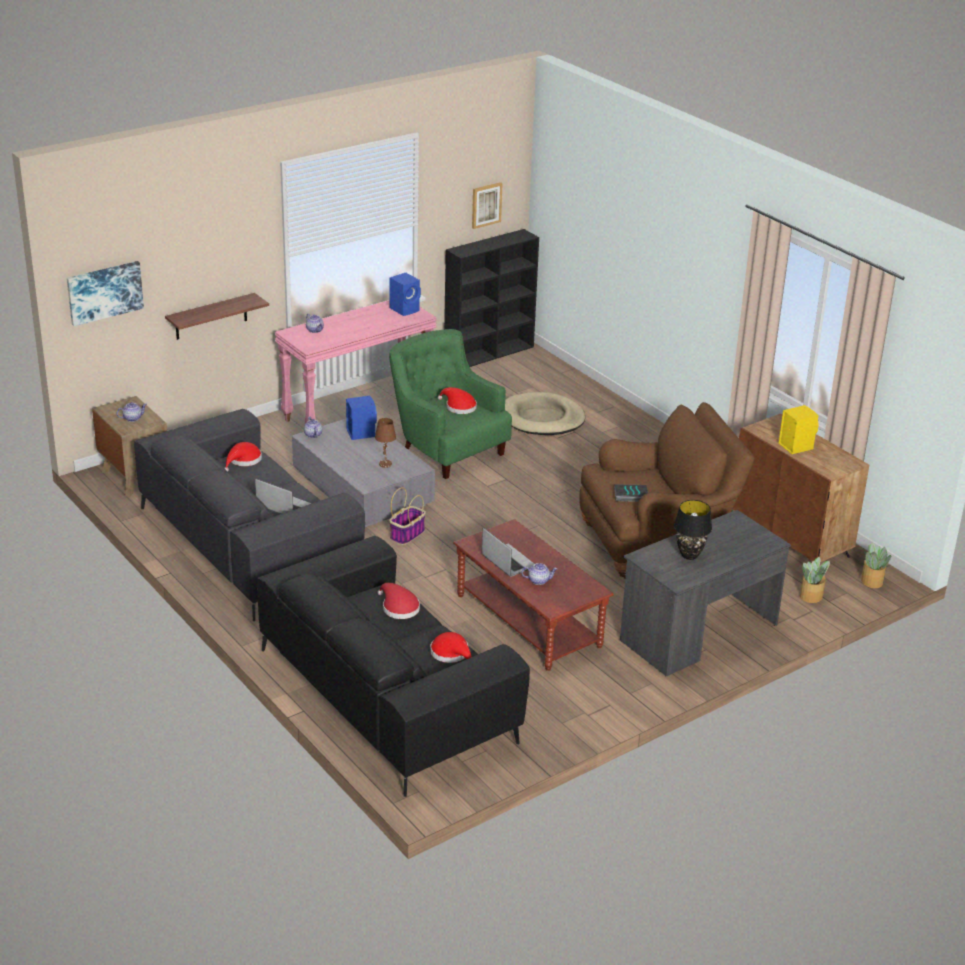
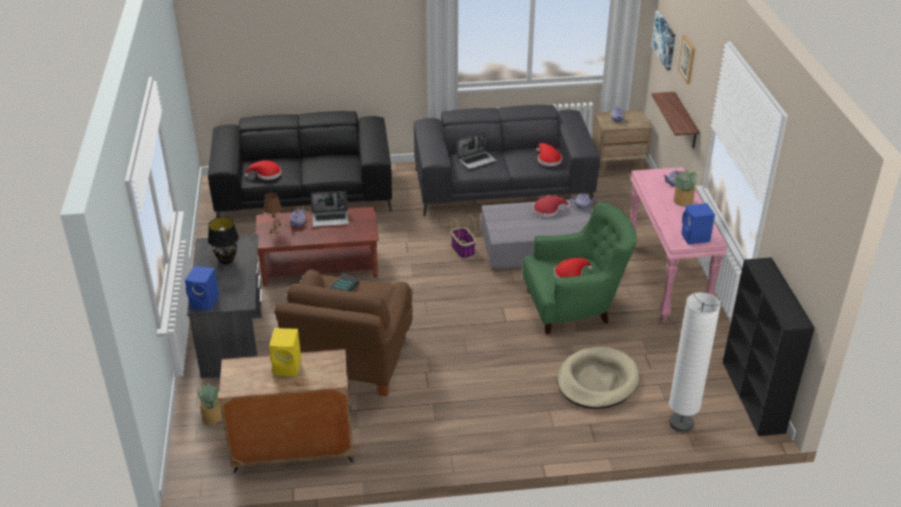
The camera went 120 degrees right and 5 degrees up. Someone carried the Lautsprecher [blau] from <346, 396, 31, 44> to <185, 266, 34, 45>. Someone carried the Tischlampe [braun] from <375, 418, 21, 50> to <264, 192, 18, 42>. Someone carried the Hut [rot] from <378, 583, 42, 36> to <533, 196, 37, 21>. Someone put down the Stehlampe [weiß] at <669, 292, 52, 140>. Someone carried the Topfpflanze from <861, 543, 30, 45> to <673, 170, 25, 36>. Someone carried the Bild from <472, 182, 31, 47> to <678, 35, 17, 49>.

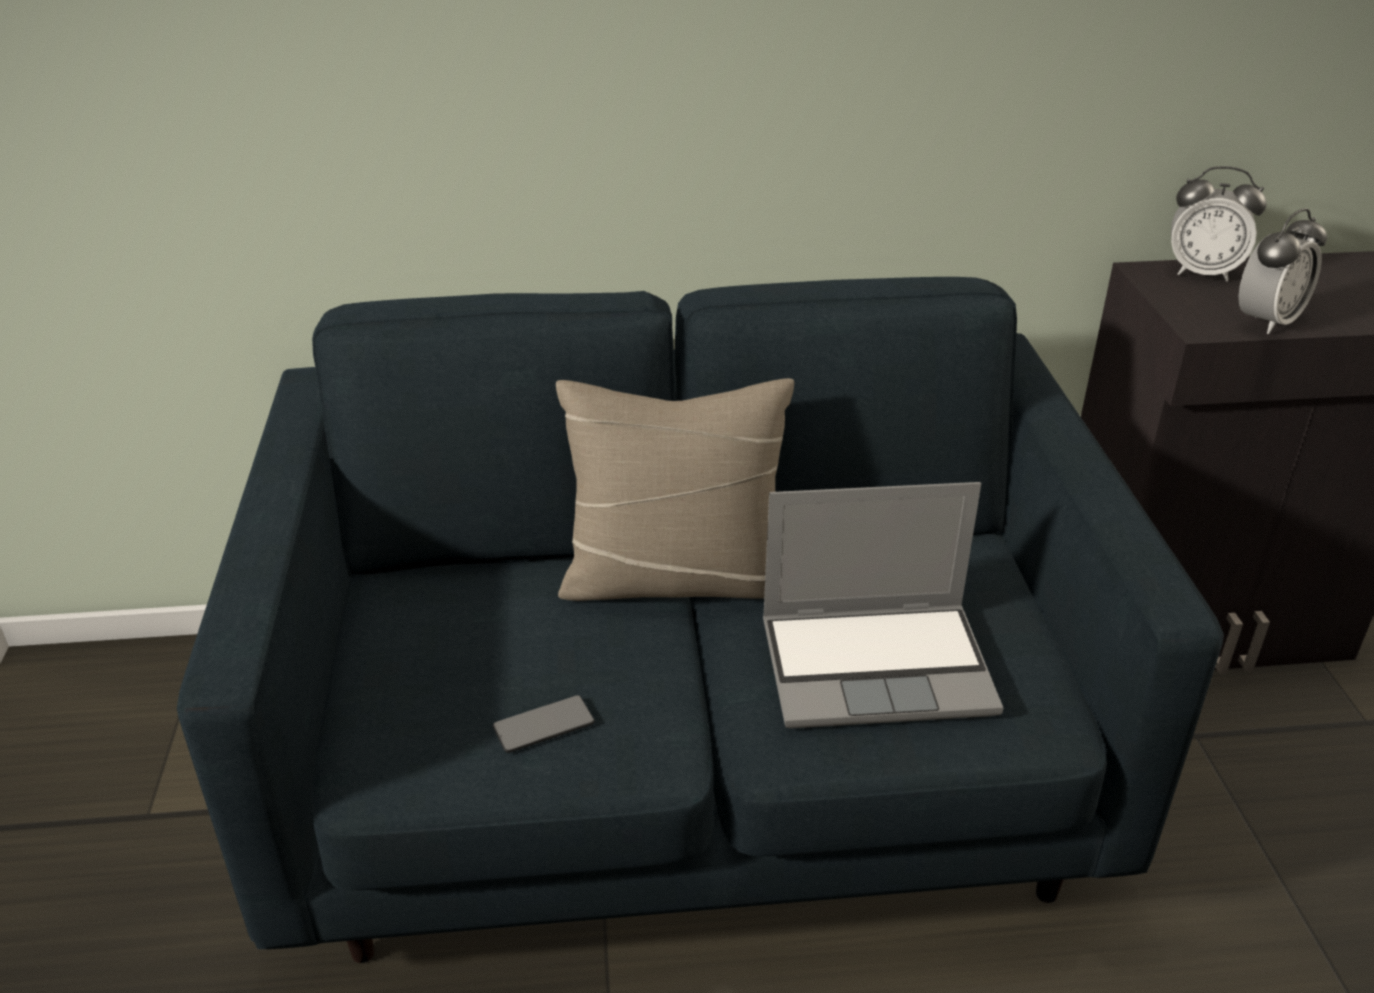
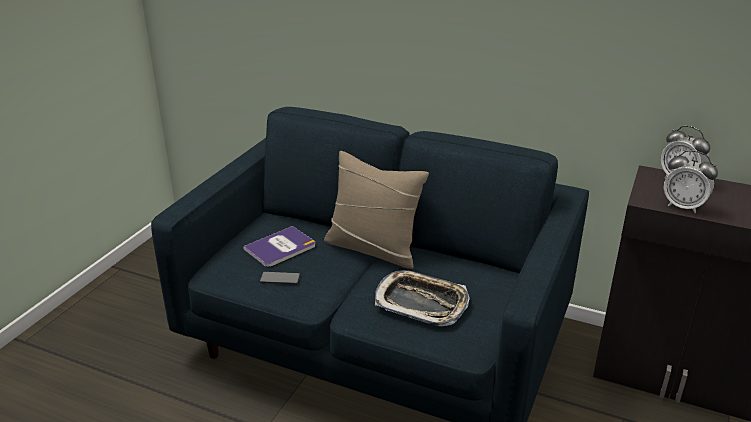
The camera went 30 degrees right and 5 degrees down. Someone put down the Buch at <243, 226, 72, 41>. Someone swapped the Laptop at <763, 482, 240, 246> for the Tablett at <375, 270, 95, 56>. Someone rotated the Wecker at <1239, 208, 88, 126> by 45 degrees clockwise.

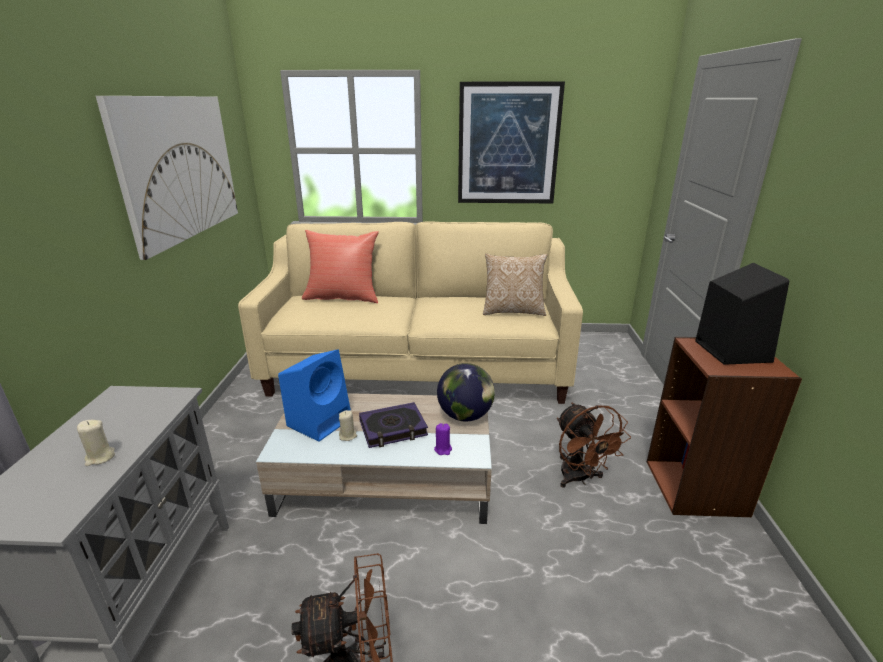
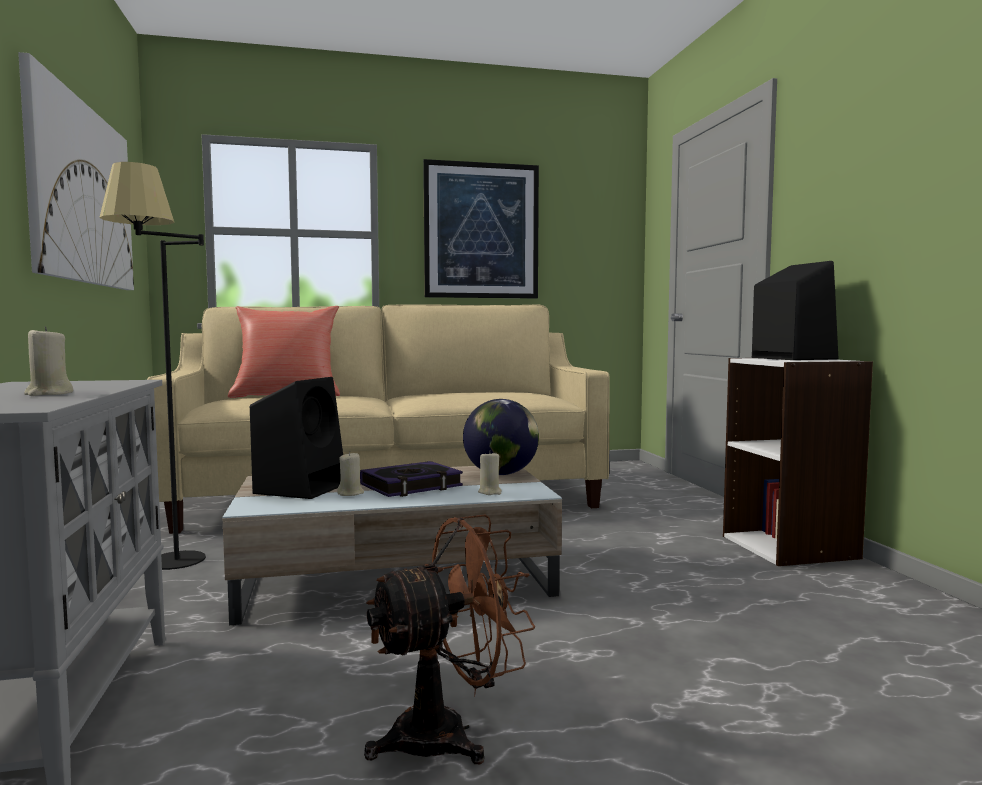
The camera went 15 degrees left and 20 degrees down. Someone put down the Stehlampe [schwarz] at <99, 162, 107, 408>. Someone repainted the Lautsprecher [blau] at <278, 349, 73, 93>, which became the Lautsprecher [schwarz] at <250, 377, 93, 122>. Someone repainted the Kerze [lila] at <434, 423, 18, 32>, which became the Kerze [beige] at <478, 451, 24, 44>. Someone repainted the Bücherregal [braun] at <647, 337, 155, 180>, which became the Bücherregal [weiß] at <723, 358, 150, 208>. Someone took away the Kissen at <483, 254, 65, 62>. Someone took away the Ventilator [braun] at <557, 403, 74, 85>.

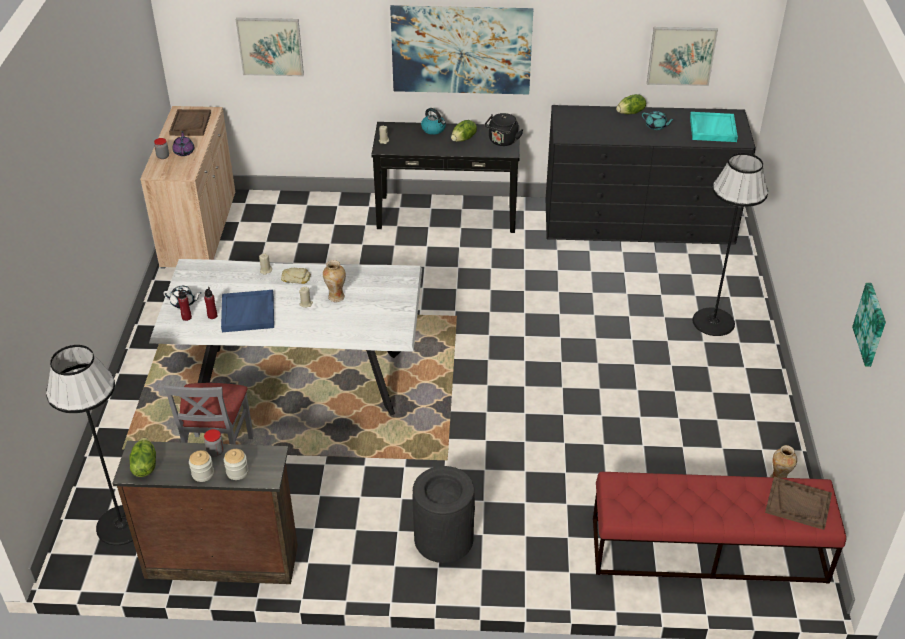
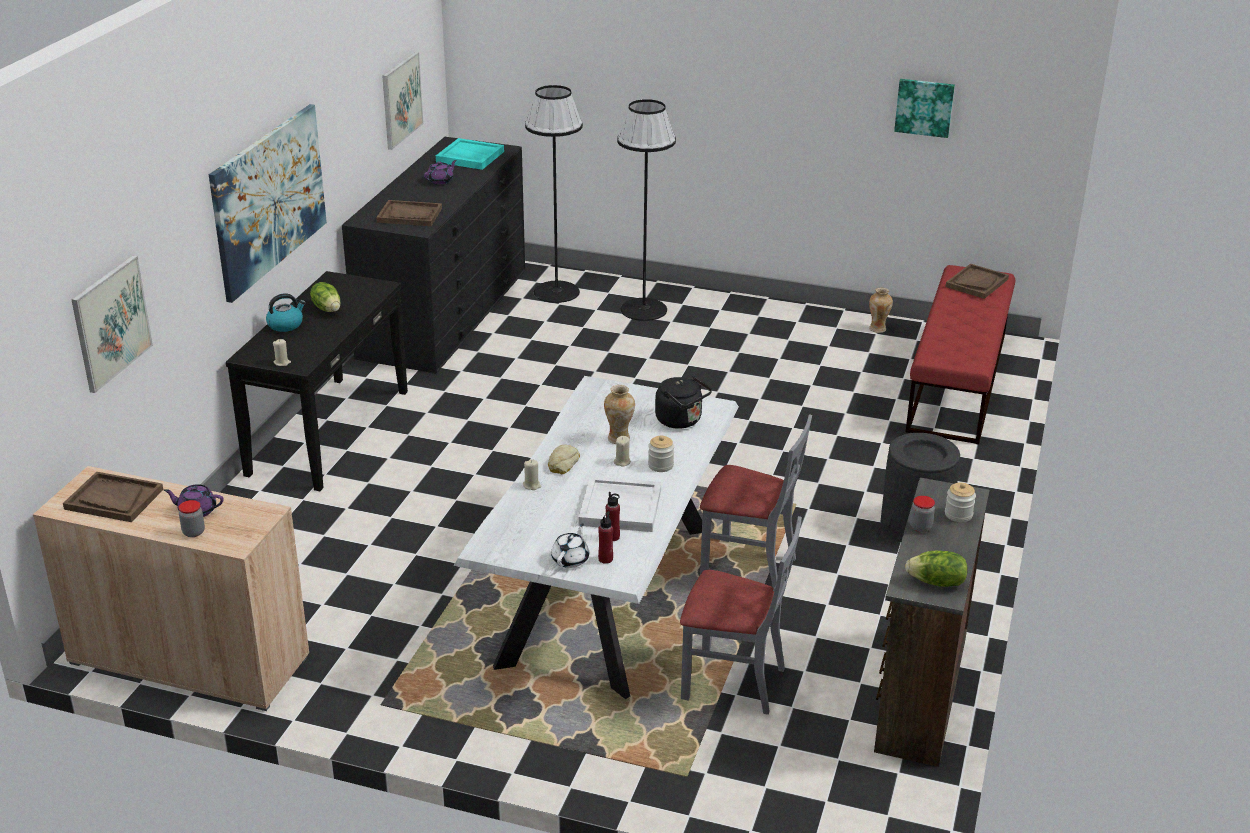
The camera went 75 degrees left and 10 degrees down. Someone put down the Tablett [braun] at <376, 200, 66, 26>. Someone repainted the Teekanne [türkis] at <642, 111, 33, 19>, which became the Teekanne [lila] at <424, 160, 33, 24>. Someone carried the Stehlampe [schwarz] from <46, 345, 87, 200> to <525, 85, 58, 218>. Someone repainted the Tablett [blau] at <221, 290, 53, 42>, which became the Tablett [weiß] at <578, 476, 83, 56>. Someone carried the Vorratsglas from <189, 450, 25, 32> to <648, 436, 26, 36>. Someone carried the Wasserkessel [schwarz] from <485, 113, 38, 33> to <655, 376, 57, 53>. Someone put down the Stuhl [grau] at <700, 414, 112, 174>. Someone took away the Salatkopf at <616, 94, 30, 20>.

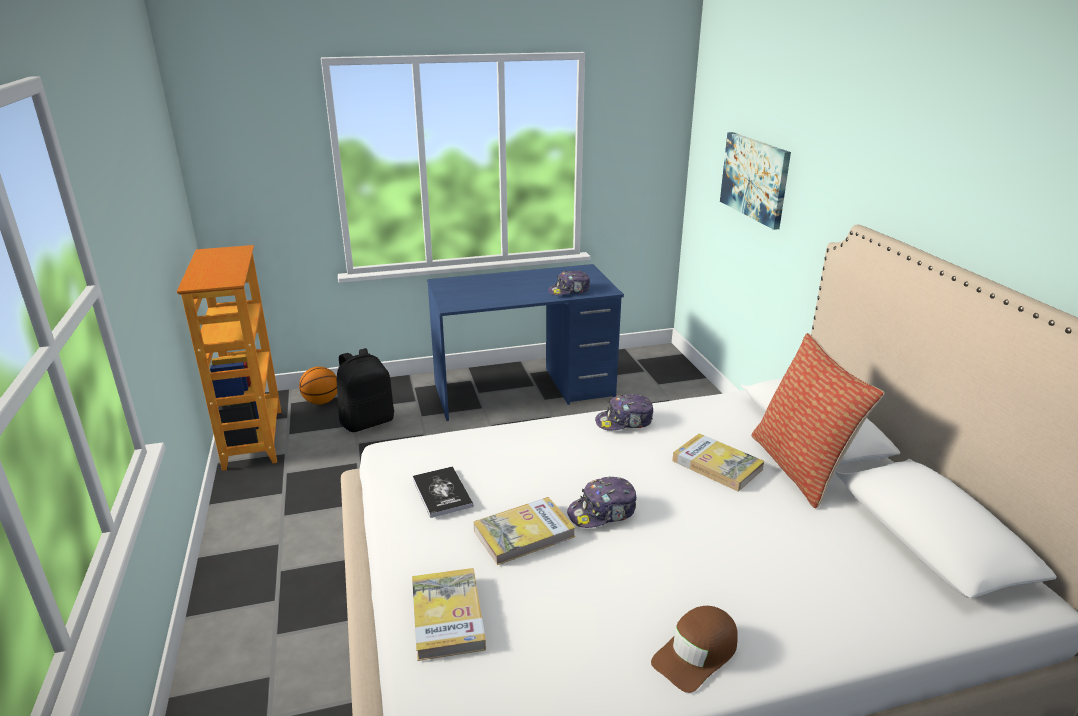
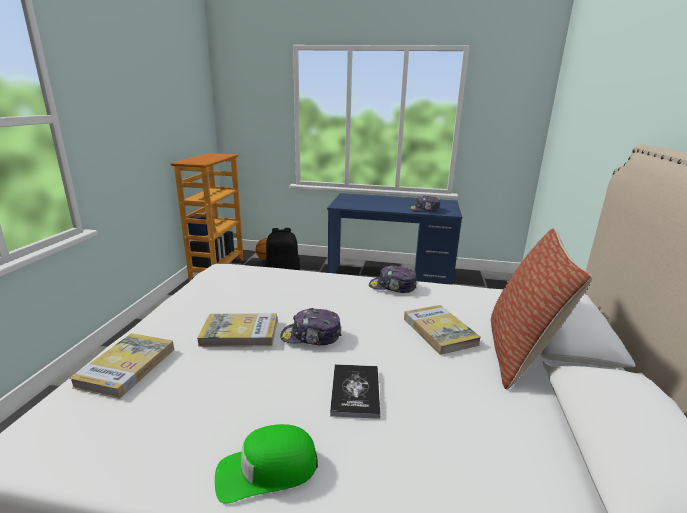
The camera went 25 degrees right and 5 degrees down. Someone repainted the Kappe [braun] at <651, 606, 87, 87>, which became the Kappe [grün] at <215, 424, 103, 80>. Someone carried the Buch from <413, 466, 60, 52> to <330, 364, 50, 55>. Someone took away the Bild at <720, 132, 71, 98>.

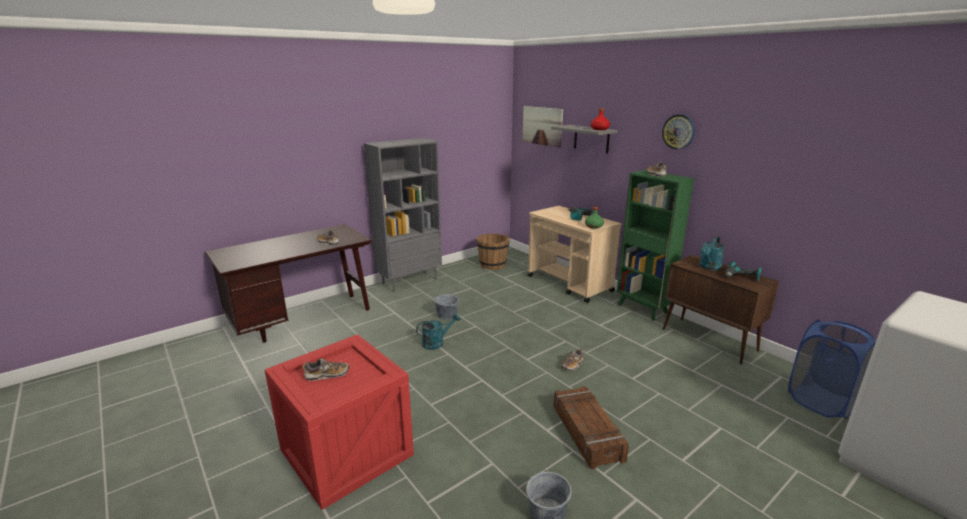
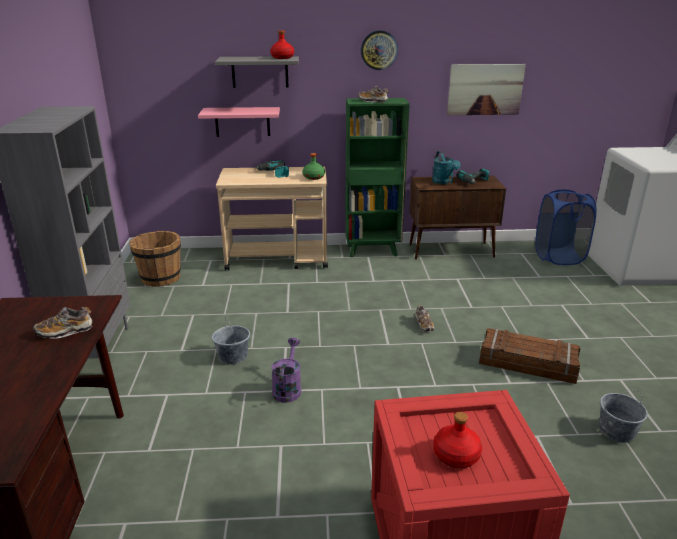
The camera went 55 degrees left and 5 degrees up. Someone put up the Wandregal [rosa] at <198, 107, 82, 30>. Someone repainted the Gießkanne [türkis] at <416, 313, 44, 37>, which became the Gießkanne [lila] at <271, 338, 30, 65>. Someone swapped the Schuh at <302, 358, 47, 23> for the Flasche [rot] at <433, 412, 49, 56>. Someone carried the Bild from <522, 106, 41, 42> to <447, 64, 79, 51>.

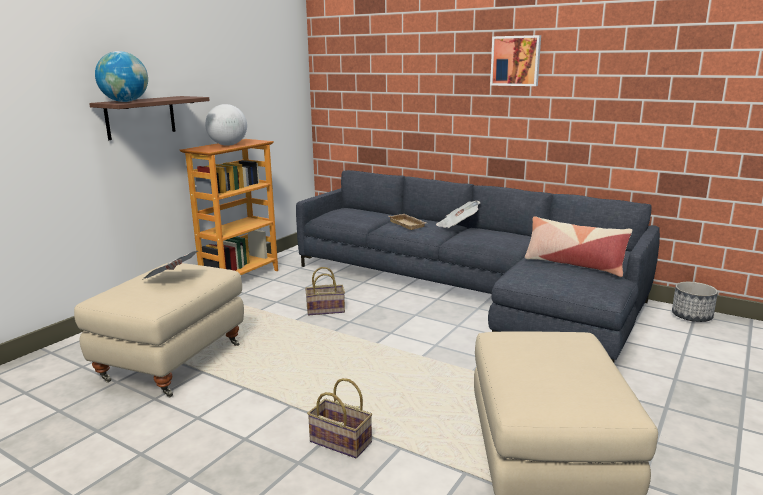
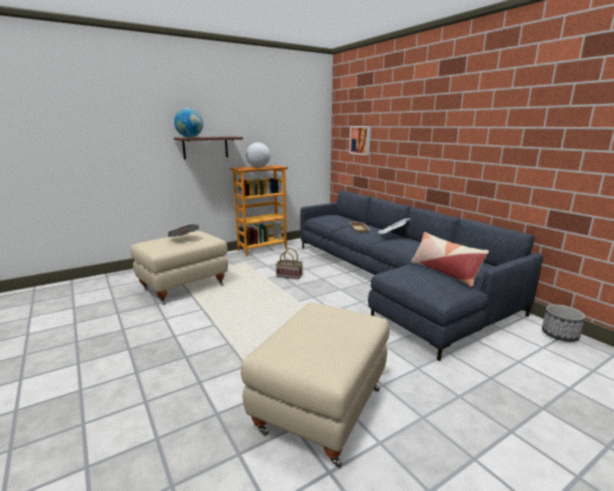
The camera went 25 degrees right and 0 degrees up. Someone carried the Bild from <490, 35, 51, 51> to <349, 126, 22, 29>. Someone took away the Korb at <307, 378, 65, 80>.

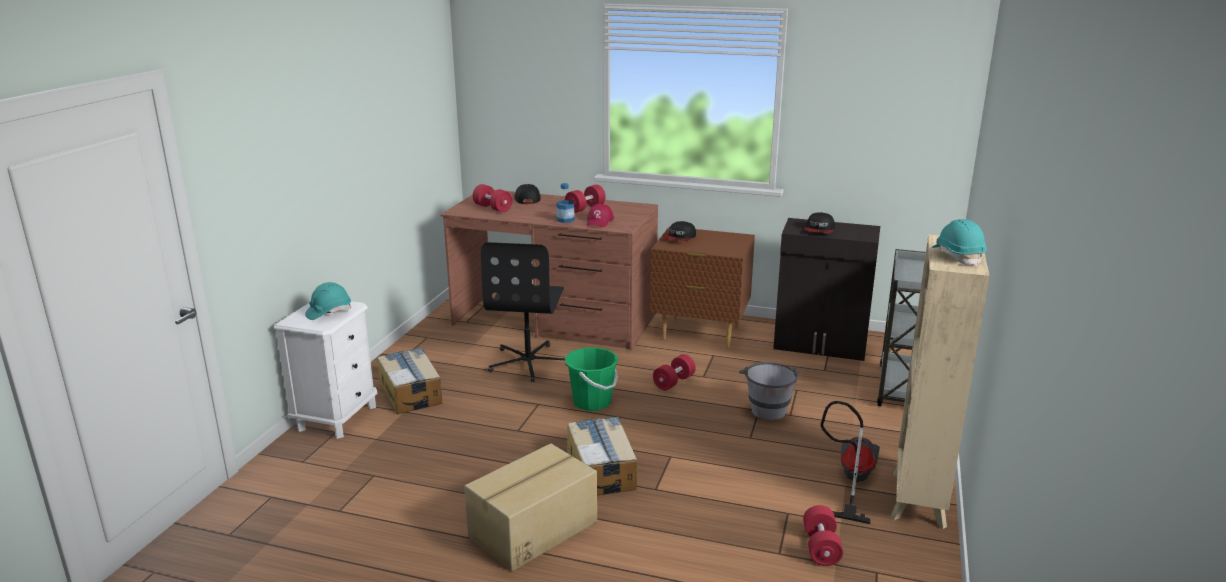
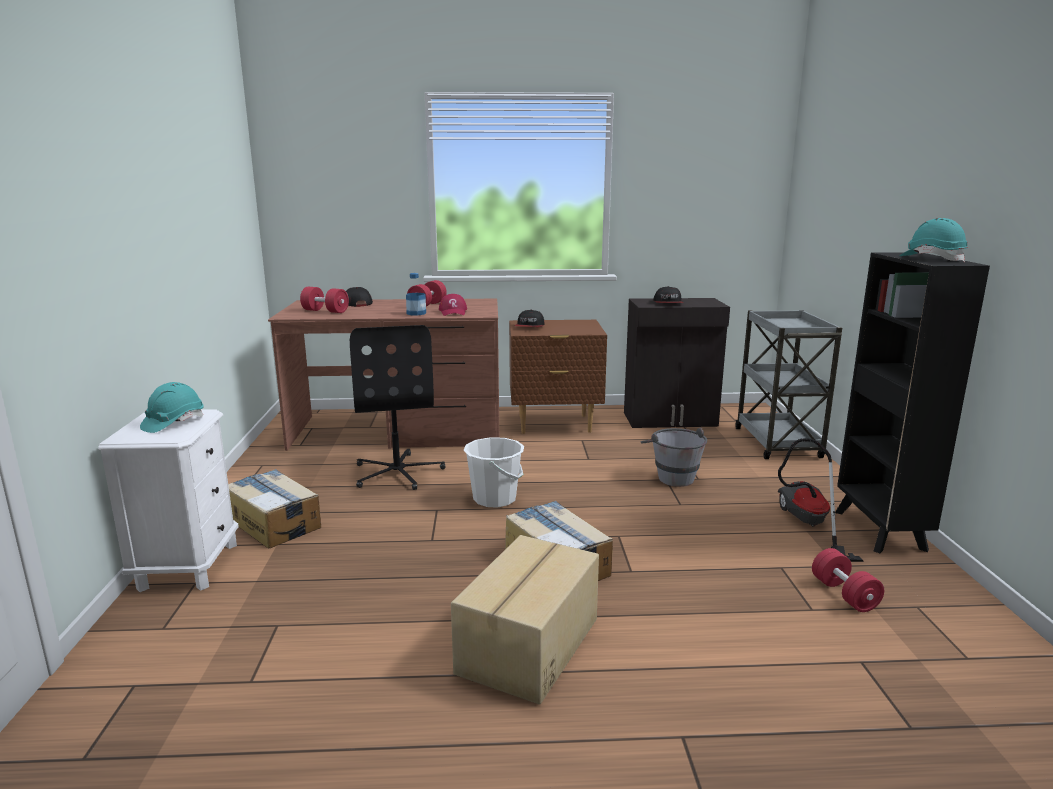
The camera went 20 degrees left and 5 degrees down. Someone repainted the Eimer [grün] at <565, 347, 53, 64>, which became the Eimer [weiß] at <463, 437, 61, 71>. Someone repainted the Bücherregal [beige] at <890, 235, 99, 294>, which became the Bücherregal [schwarz] at <835, 252, 155, 301>. Someone took away the Hantel [rot] at <653, 354, 43, 36>.

